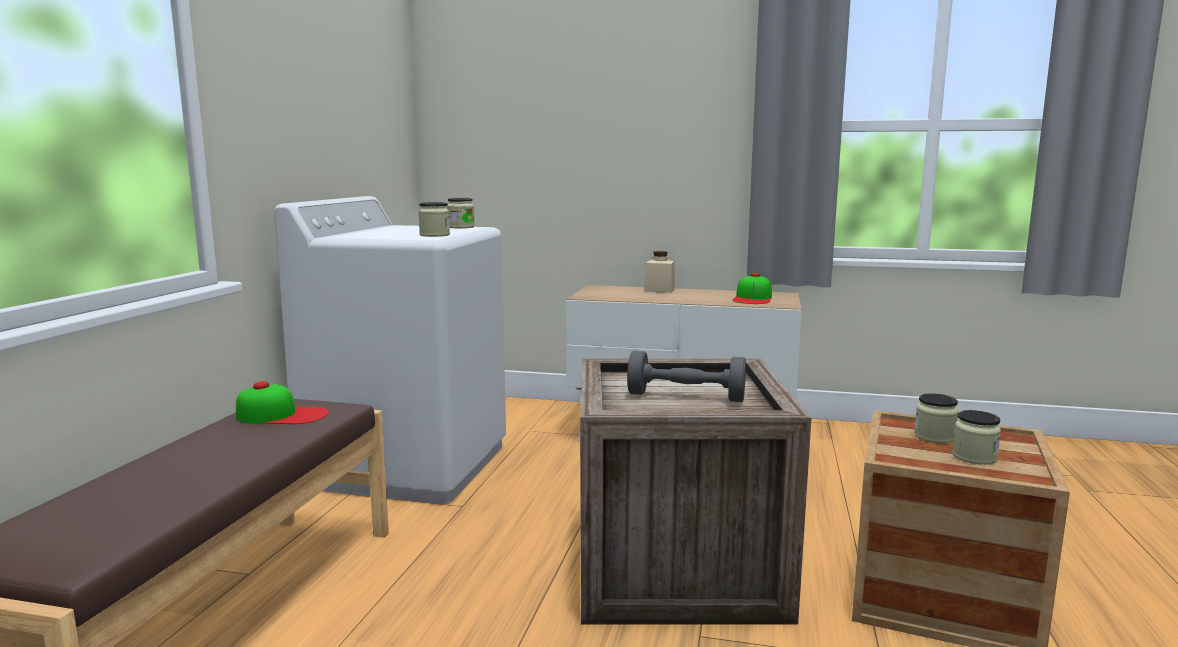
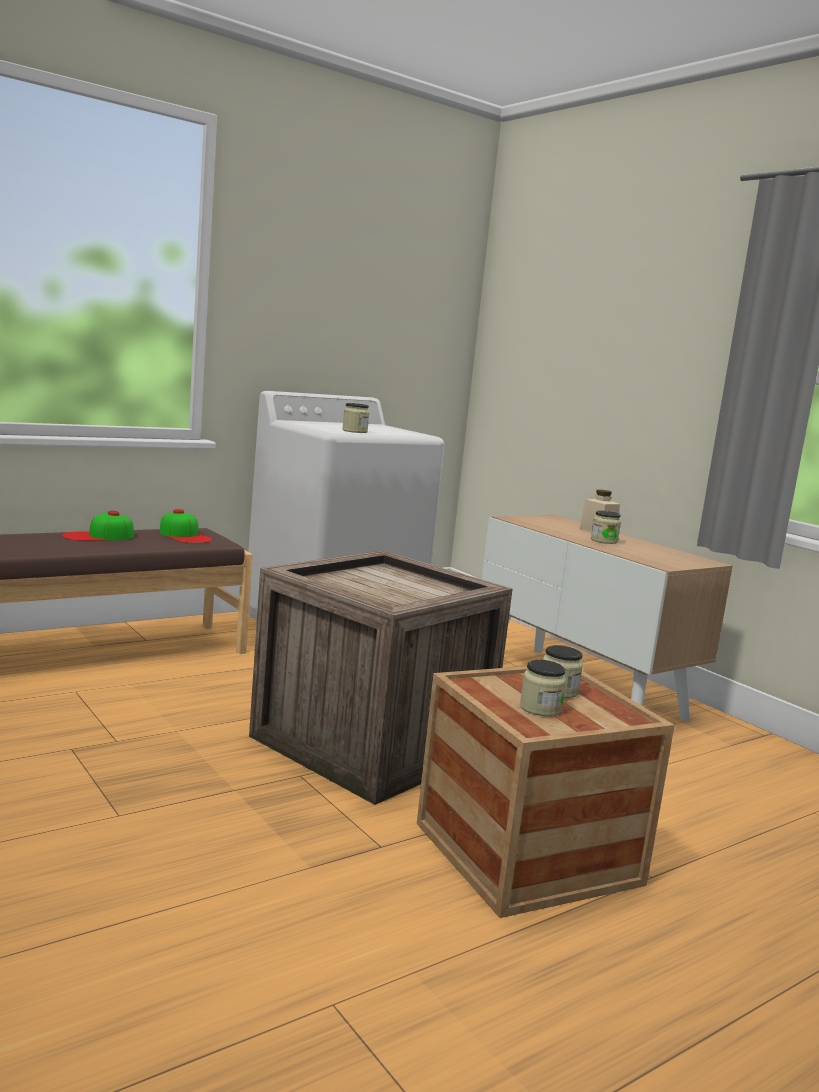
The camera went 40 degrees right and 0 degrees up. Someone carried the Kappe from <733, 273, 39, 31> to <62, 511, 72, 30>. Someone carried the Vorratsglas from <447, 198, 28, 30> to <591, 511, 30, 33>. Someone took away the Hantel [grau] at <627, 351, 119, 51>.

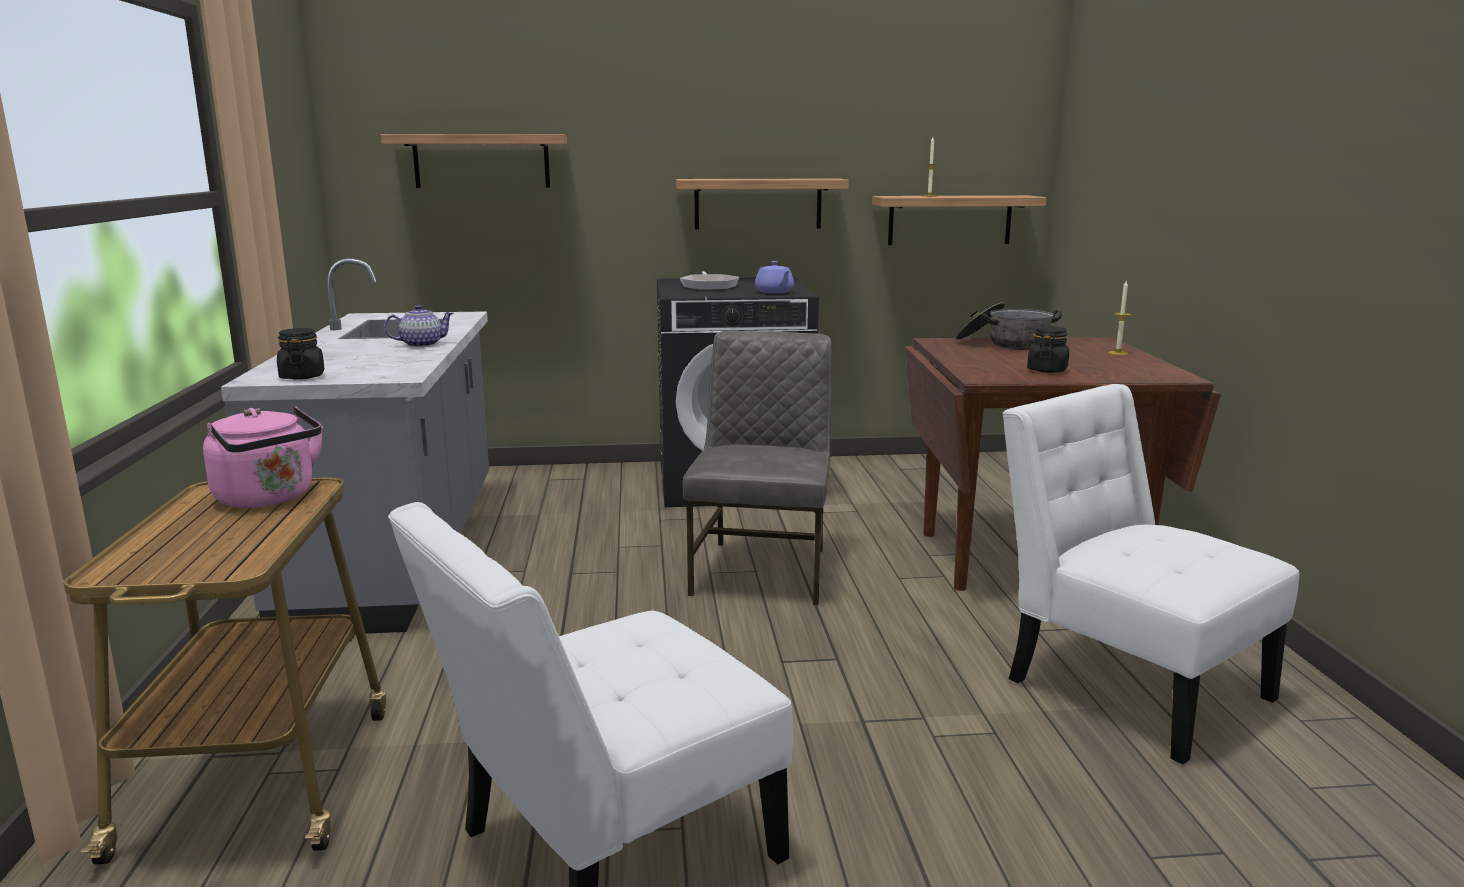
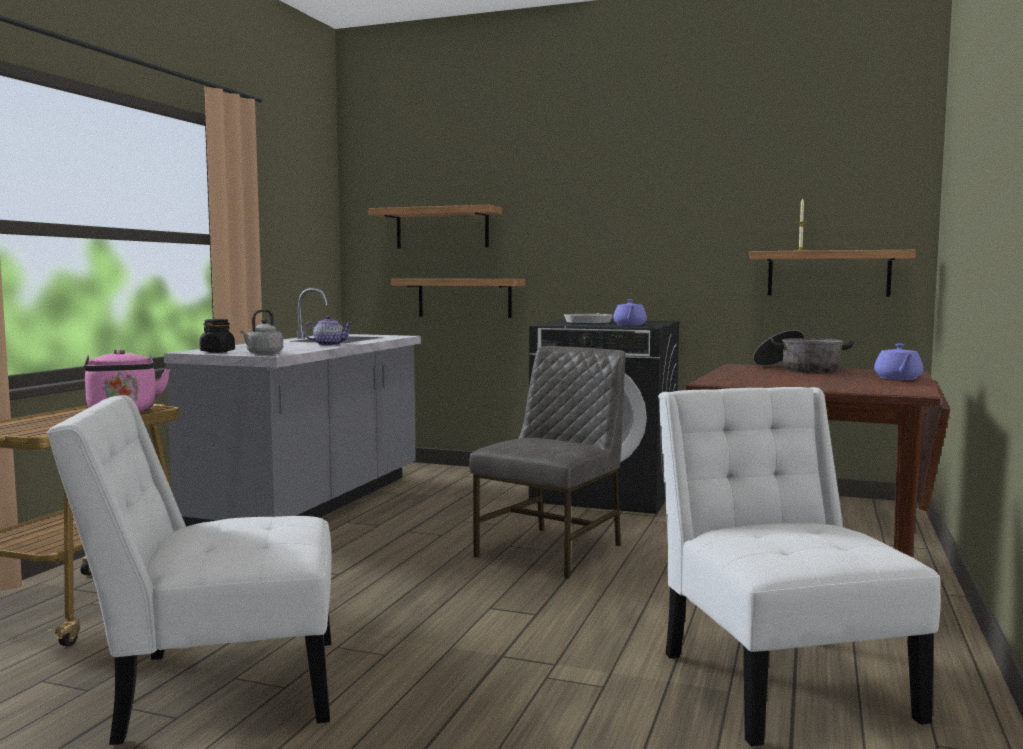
The camera went 25 degrees right and 10 degrees down. Someone put down the Wasserkessel [grau] at <240, 309, 43, 46>. Someone carried the Wandregal from <676, 178, 173, 51> to <391, 279, 134, 39>. Someone swapped the Kerze at <1108, 281, 23, 74> for the Teekanne [lila] at <874, 344, 49, 36>. Someone took away the Vorratsglas [schwarz] at <1027, 326, 42, 47>.

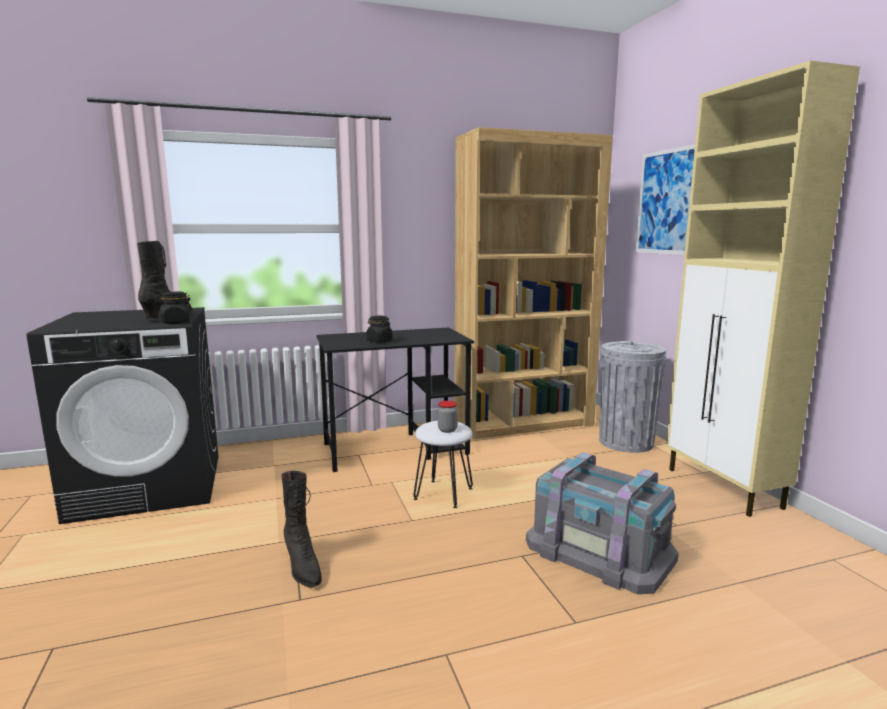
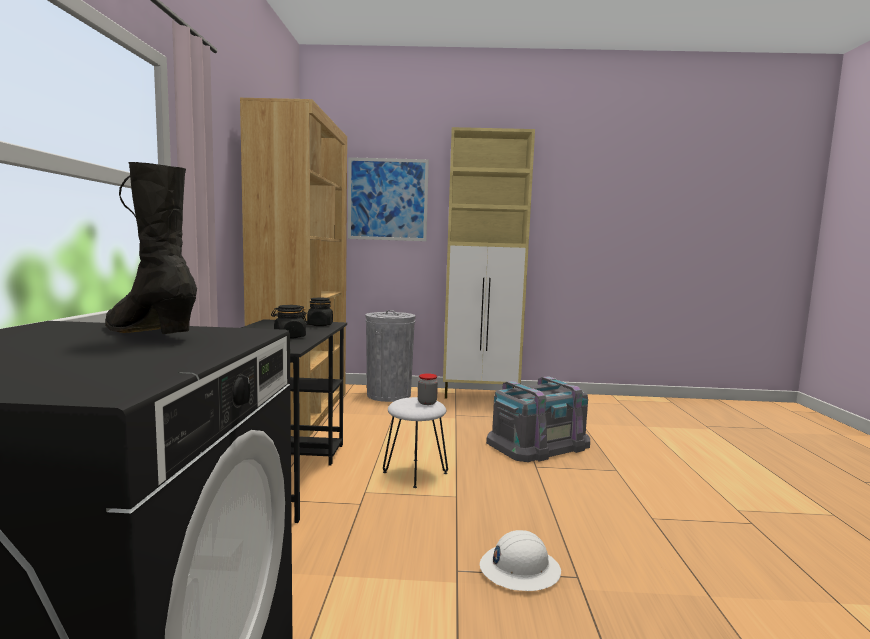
The camera went 70 degrees left and 5 degrees down. Someone carried the Vorratsglas [schwarz] from <155, 292, 38, 32> to <307, 298, 26, 28>. Someone swapped the Stiefel [schwarz] at <282, 471, 40, 117> for the Schutzhelm [weiß] at <480, 530, 81, 61>.

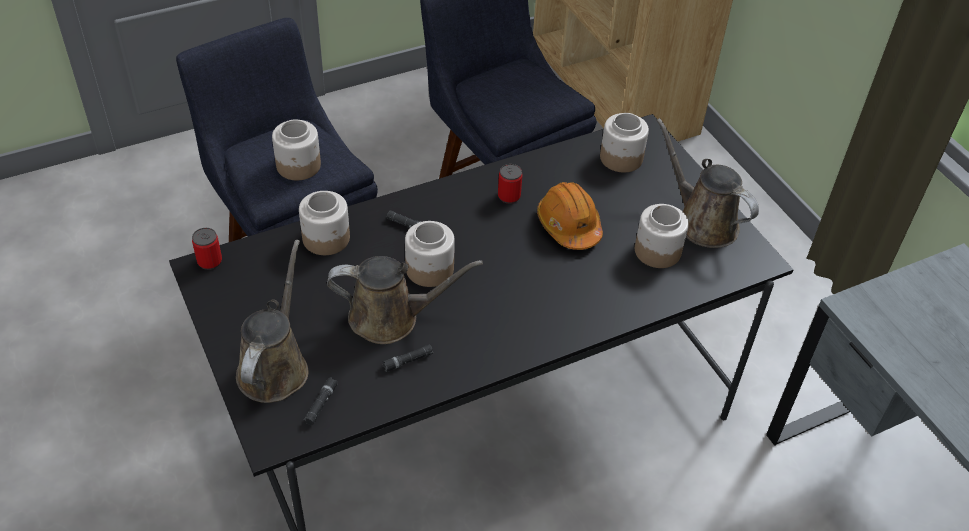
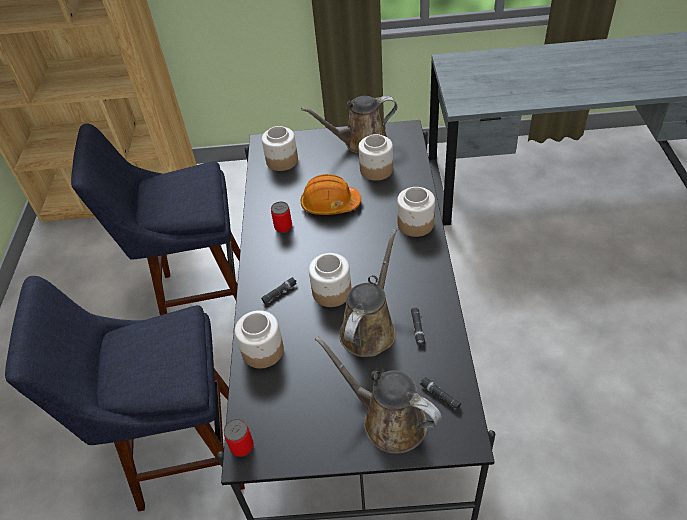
The camera went 60 degrees left and 0 degrees up. Someone carried the Vorratsglas from <272, 120, 49, 60> to <397, 187, 38, 50>.

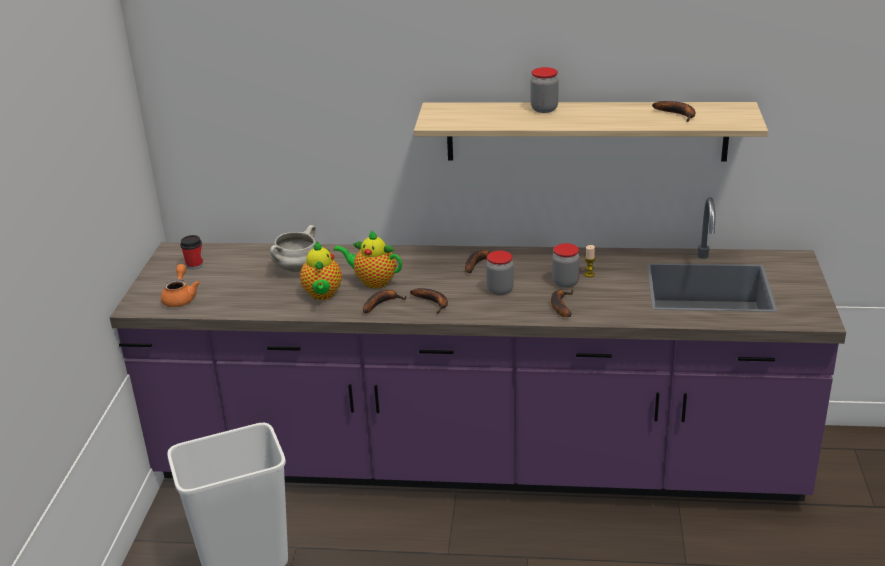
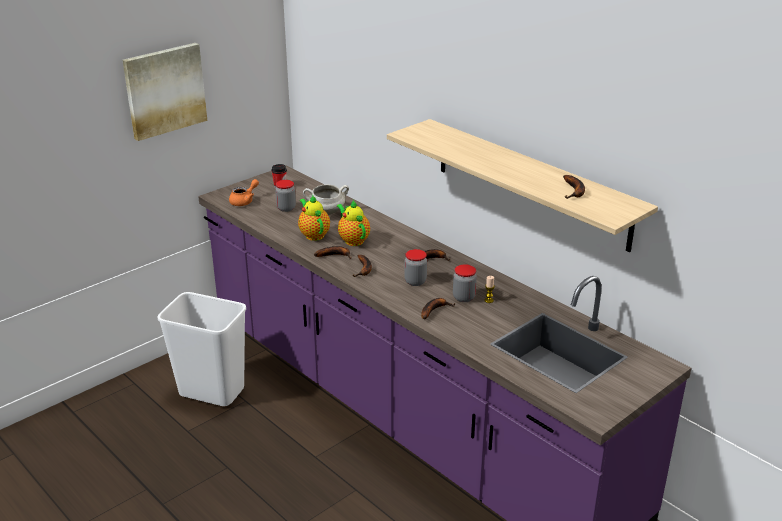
The camera went 40 degrees right and 0 degrees up. Someone put up the Bild at <123, 43, 84, 98>. Someone carried the Vorratsglas from <531, 67, 28, 46> to <275, 180, 21, 32>. Someone rotated the Teekanne at <300, 242, 42, 58> by 120 degrees clockwise.

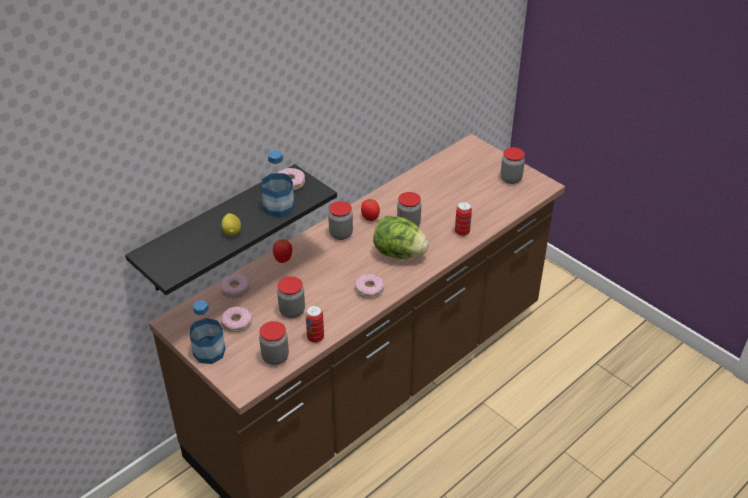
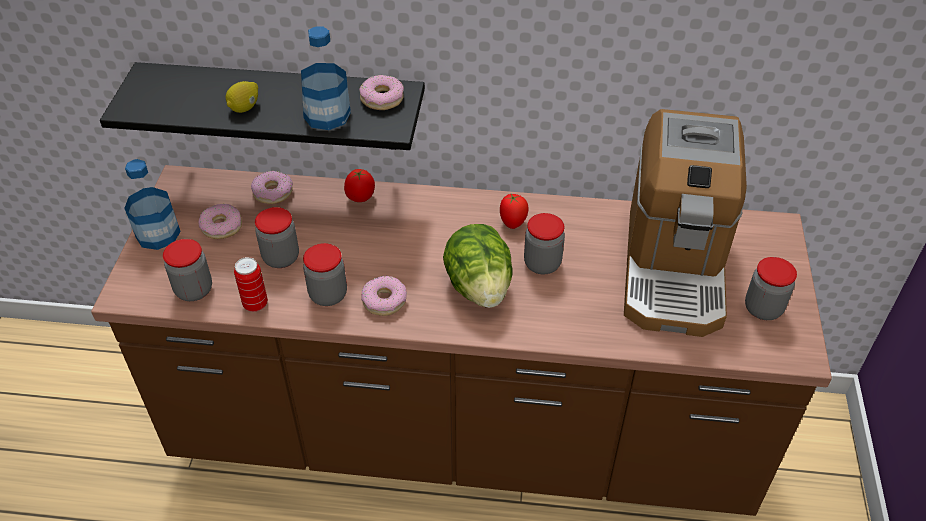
The camera went 50 degrees right and 5 degrees up. Someone carried the Vorratsglas from <328, 201, 25, 39> to <303, 243, 44, 63>. Someone put down the Kaffeemaschine at <624, 109, 123, 228>. Someone took away the Dose at <455, 202, 17, 34>.

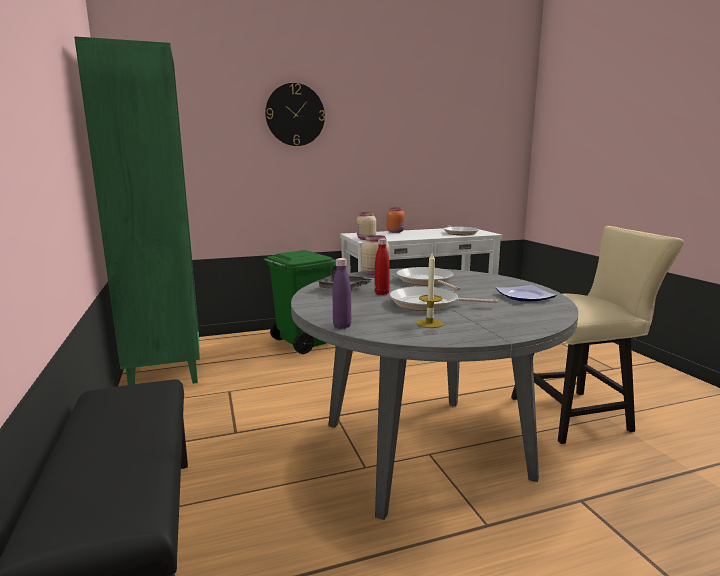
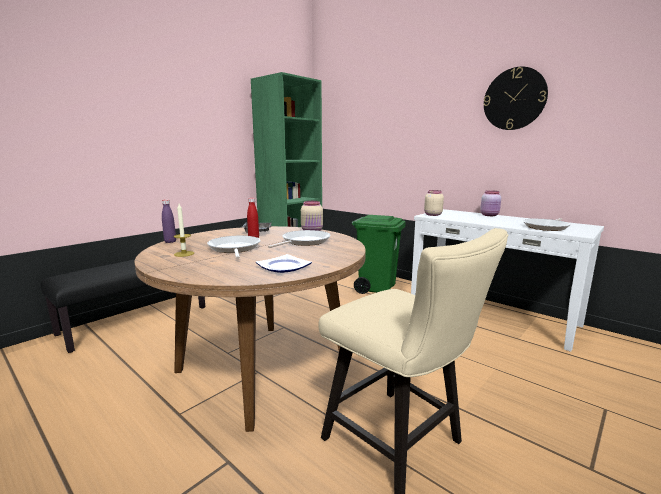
The camera went 60 degrees right and 0 degrees up. Someone repainted the Esstisch [grau] at <291, 268, 287, 252>, which became the Esstisch [braun] at <134, 226, 232, 206>. Someone repainted the Vorratsglas [orange] at <387, 208, 18, 25>, which became the Vorratsglas [rosa] at <480, 190, 21, 26>. Someone carried the Wanduhr from <265, 83, 60, 63> to <484, 67, 64, 63>.

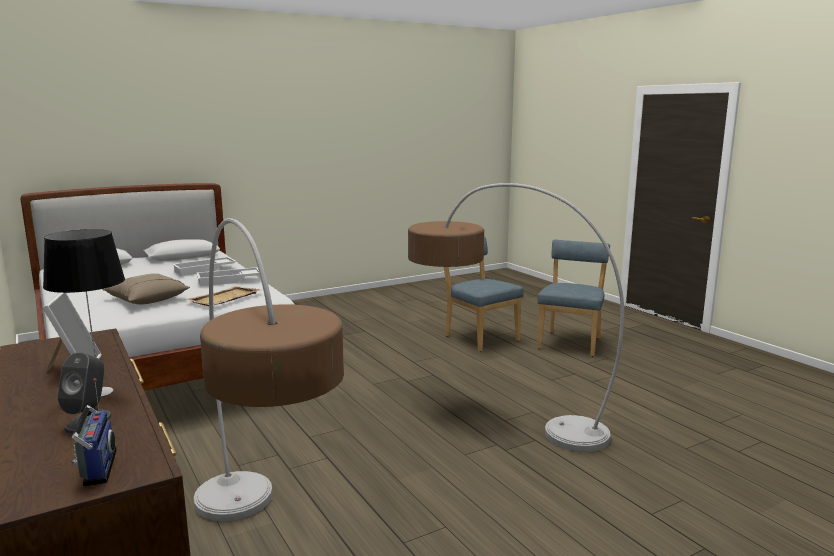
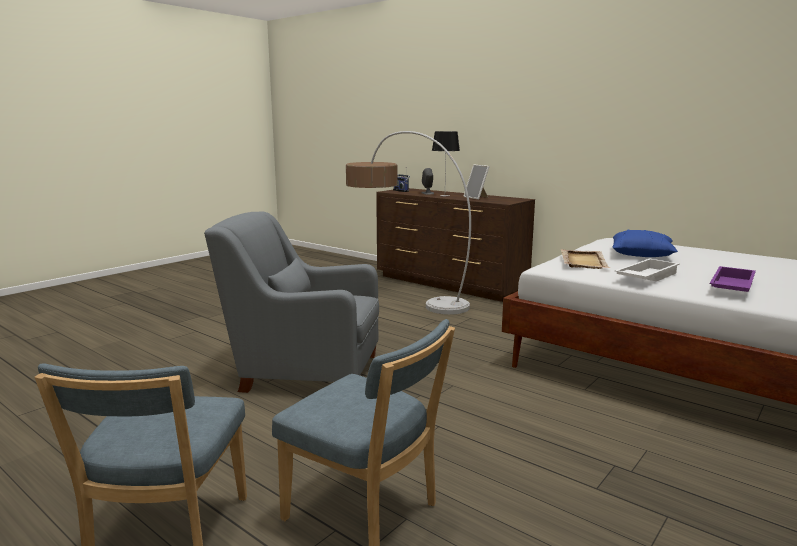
The camera went 160 degrees right and 0 degrees up. Someone swapped the Stehlampe at <408, 183, 216, 269> for the Sessel [grau] at <204, 212, 175, 181>. Someone repainted the Kissen [beige] at <102, 273, 88, 31>, which became the Kissen [blau] at <613, 230, 65, 27>. Someone repainted the Tablett [weiß] at <172, 257, 64, 19>, which became the Tablett [lila] at <710, 266, 46, 26>.

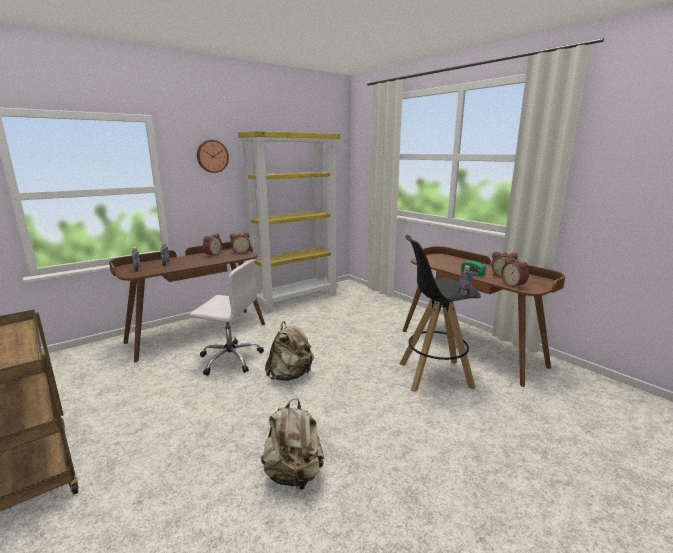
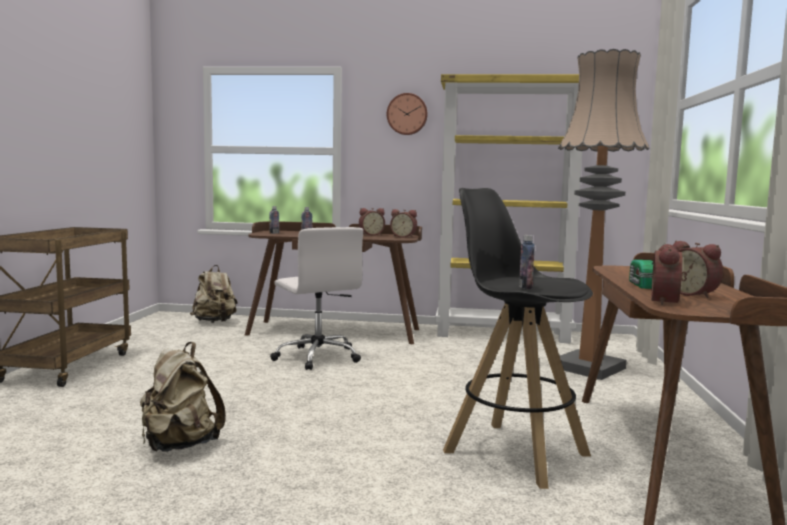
The camera went 45 degrees right and 10 degrees down. Someone carried the Rucksack [beige] from <265, 321, 49, 60> to <190, 265, 48, 58>. Someone put down the Stehlampe at <558, 49, 91, 331>.

